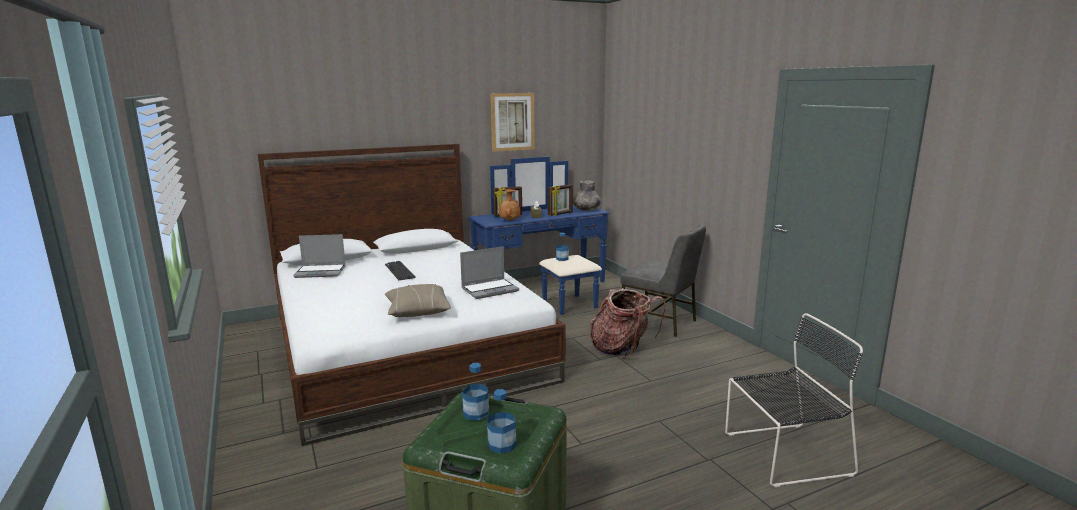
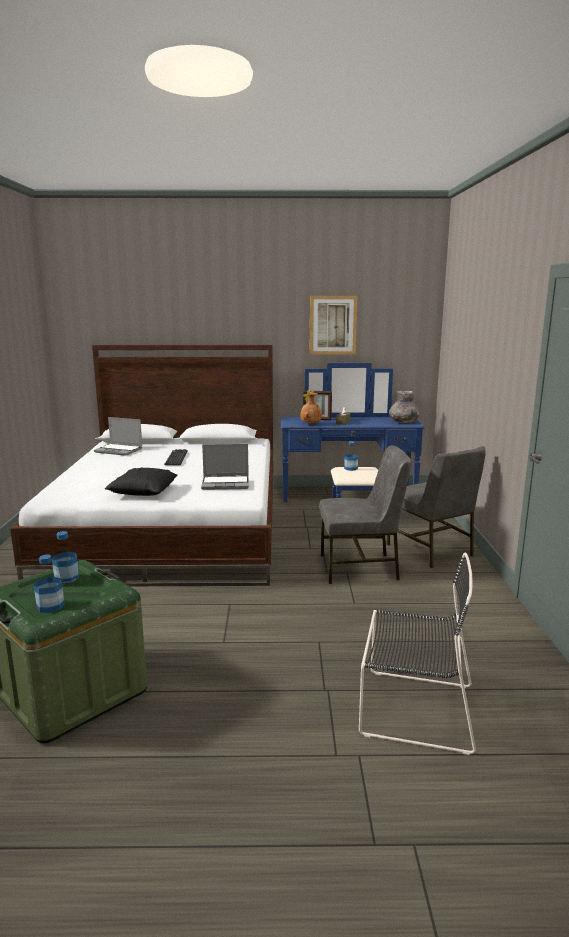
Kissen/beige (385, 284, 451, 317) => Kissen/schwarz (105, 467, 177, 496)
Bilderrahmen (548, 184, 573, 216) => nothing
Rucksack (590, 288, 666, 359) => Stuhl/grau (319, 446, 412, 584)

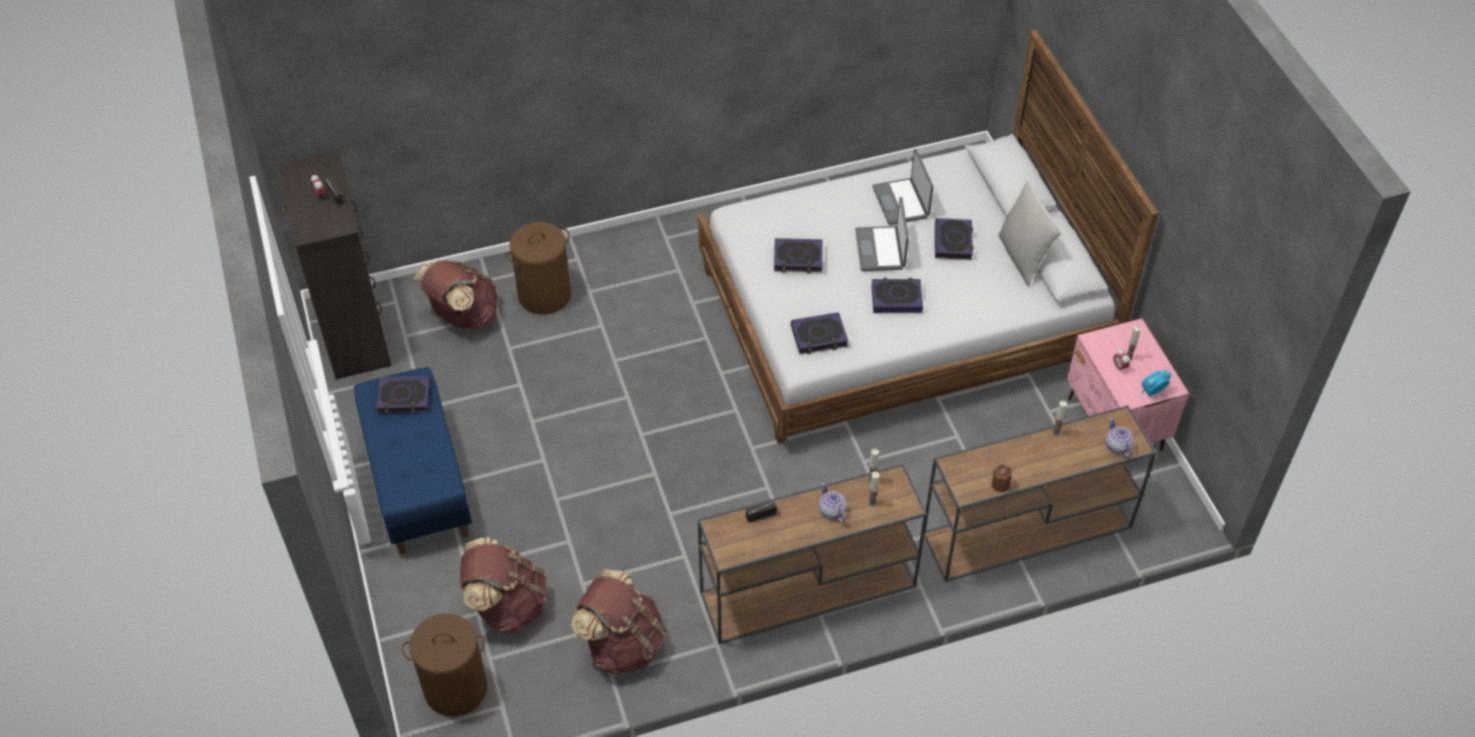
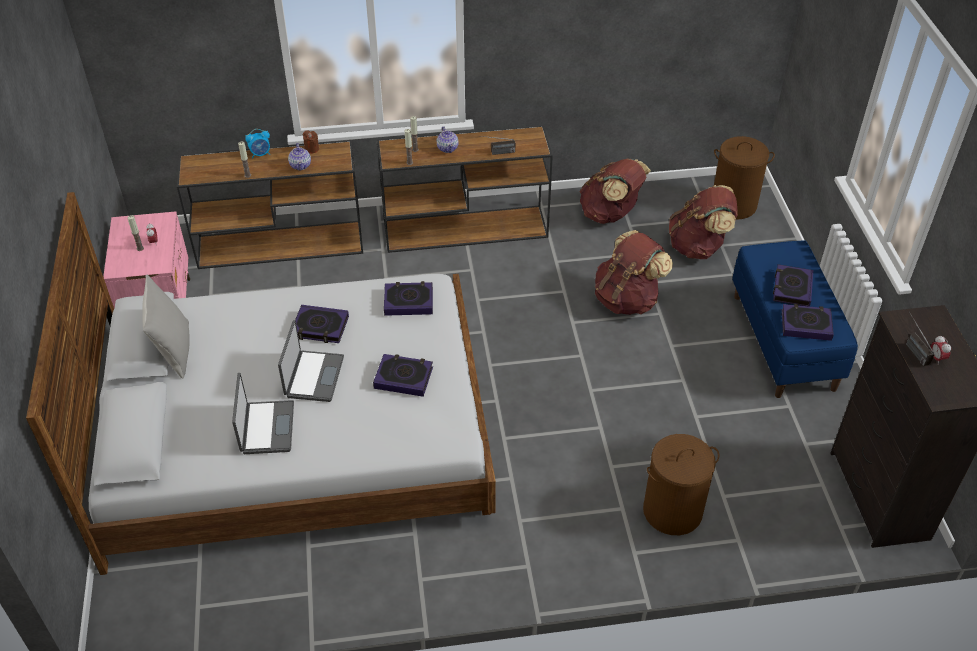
Rucksack/braun (413, 260, 497, 329) => Rucksack/braun (595, 230, 673, 315), shifted
Buch (935, 218, 973, 260) => Buch (773, 264, 813, 307), shifted
Teekanne (1106, 418, 1134, 458) => Teekanne (288, 143, 311, 171), shifted
Wecker (1142, 370, 1171, 396) => Wecker (245, 129, 270, 159), shifted

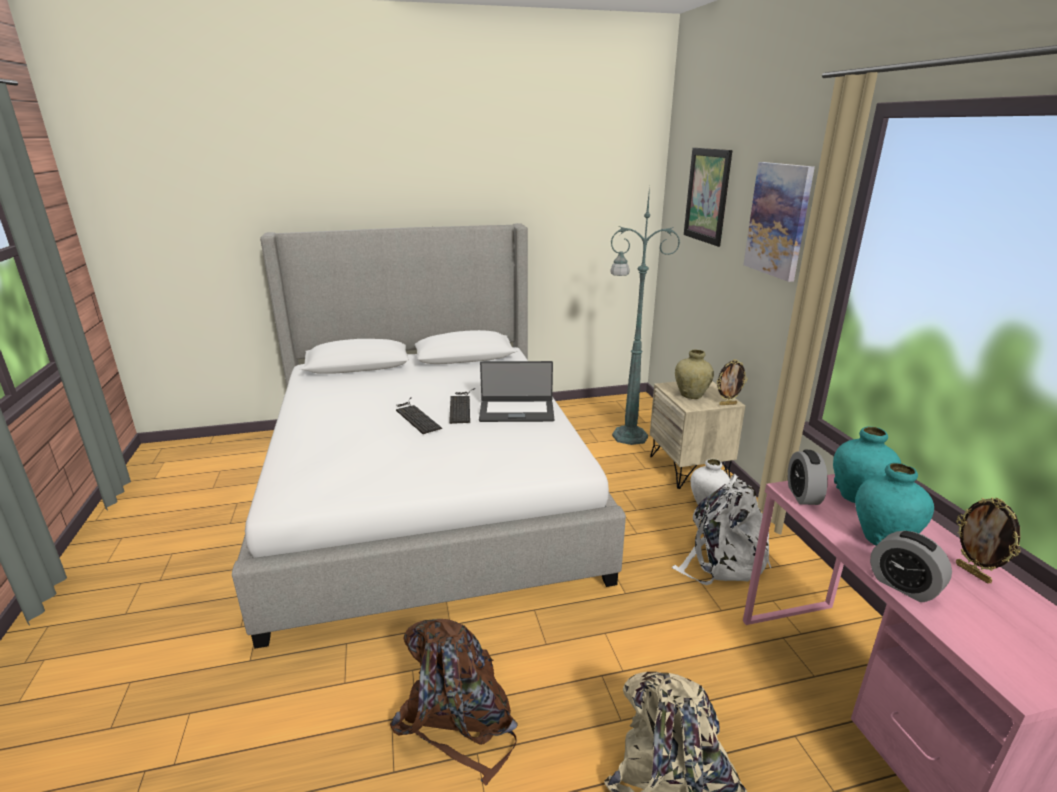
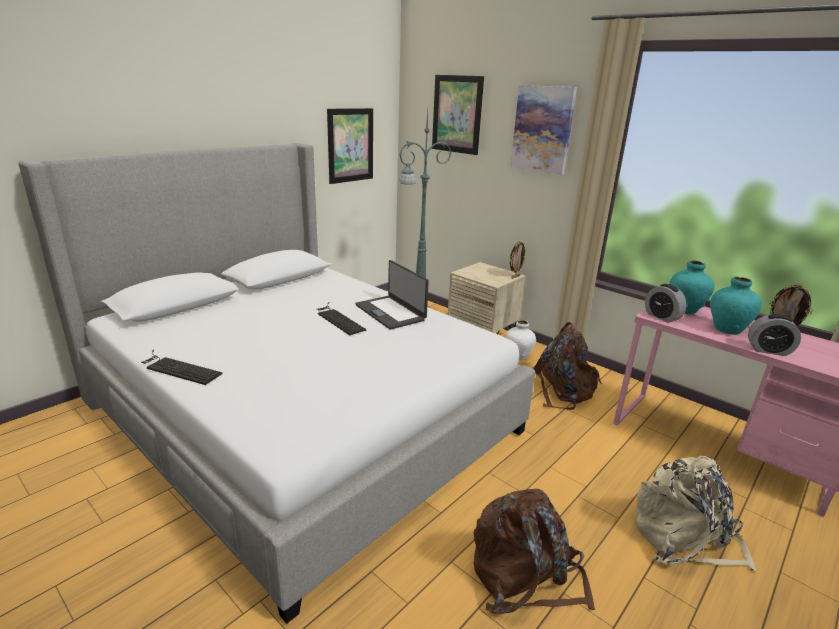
Tastatur (396, 397, 442, 434) => Tastatur (141, 350, 223, 385), shifted
Laptop (479, 361, 554, 422) => Laptop (355, 260, 429, 330), 90 degrees clockwise
Rucksack/weiß (672, 474, 771, 585) => Rucksack/braun (534, 322, 602, 410)
Vase/beige (675, 349, 714, 399) => nothing
nothing => Bild (327, 108, 373, 184)

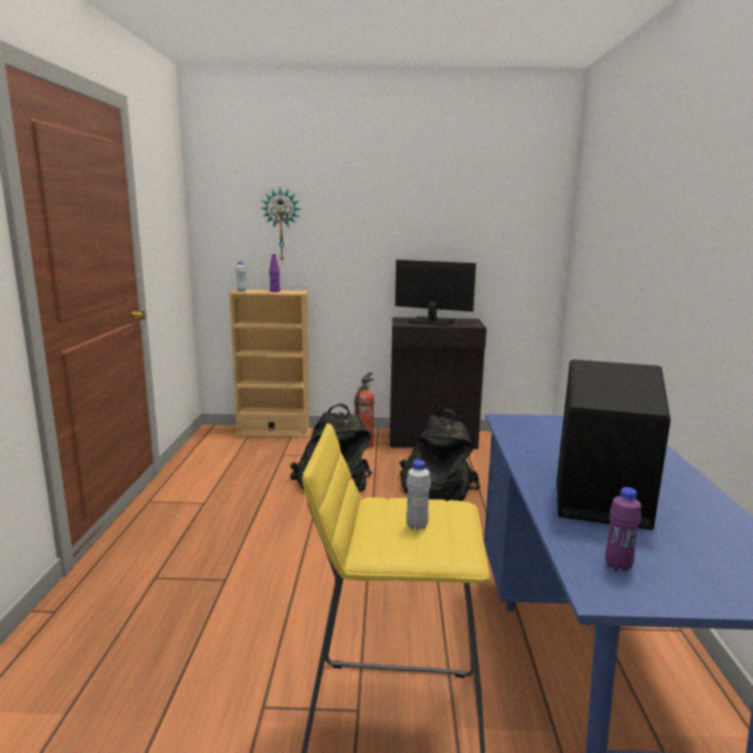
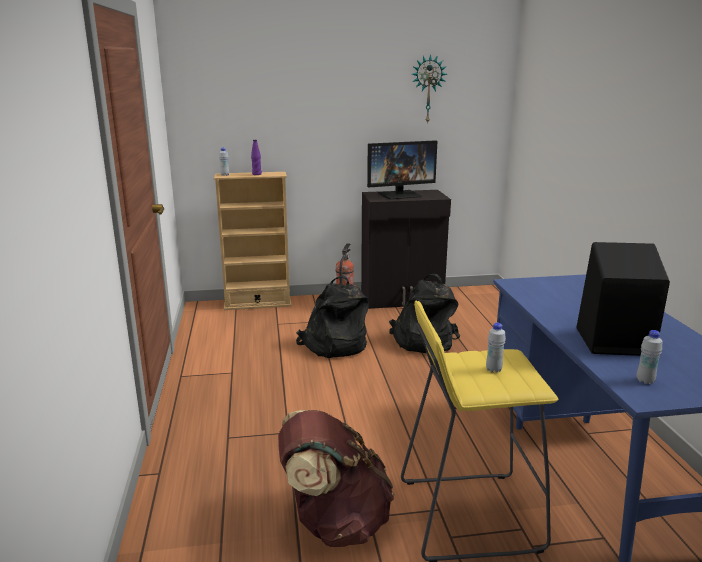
Wanduhr (260, 187, 300, 261) => Wanduhr (412, 54, 447, 124), shifted
Monitor (395, 260, 476, 326) => Monitor (367, 140, 437, 199), 150 degrees clockwise
Flasche/lila (605, 487, 641, 572) => Flasche/weiß (636, 330, 662, 384)
nothing => Rucksack/braun (278, 410, 394, 547)

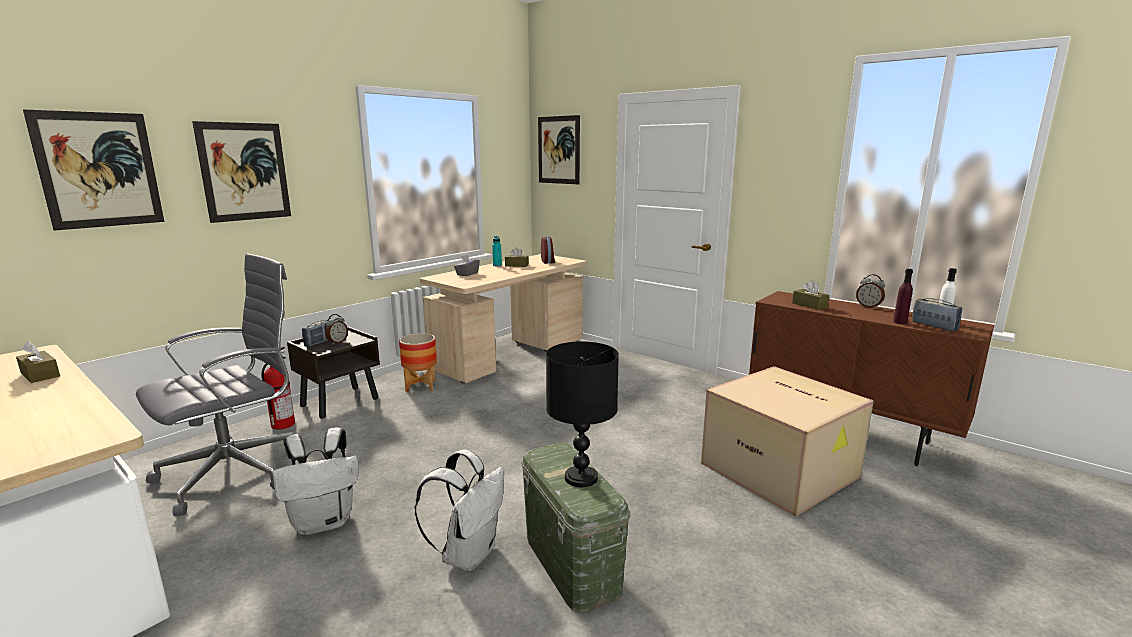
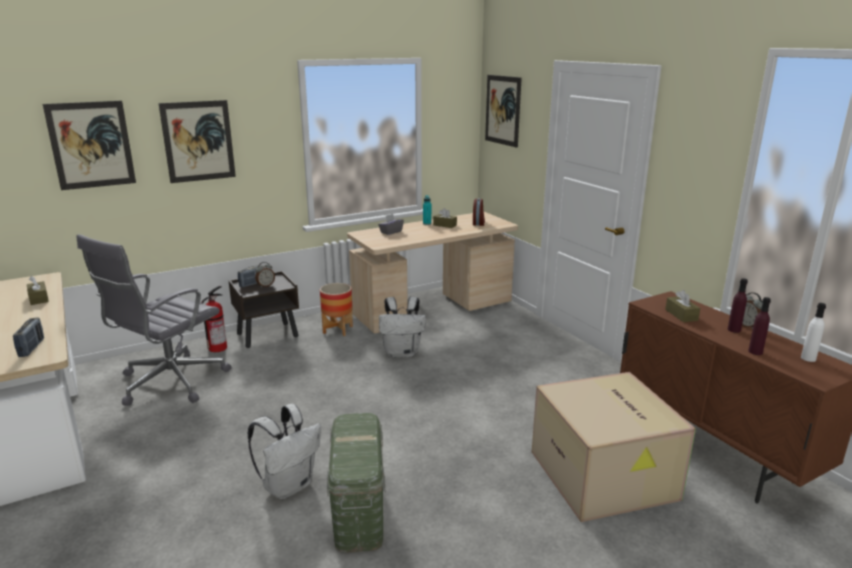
Bürostuhl/grau (136, 254, 293, 516) => Bürostuhl/grau (76, 234, 232, 406), 150 degrees clockwise
Rucksack/weiß (273, 428, 359, 535) => Rucksack/weiß (379, 297, 426, 358), shifted
Tischlampe/schwarz (546, 341, 619, 487) => nothing
Radio (912, 298, 963, 331) => Radio (13, 318, 44, 357), shifted
nothing => Flasche/lila (728, 278, 748, 333)

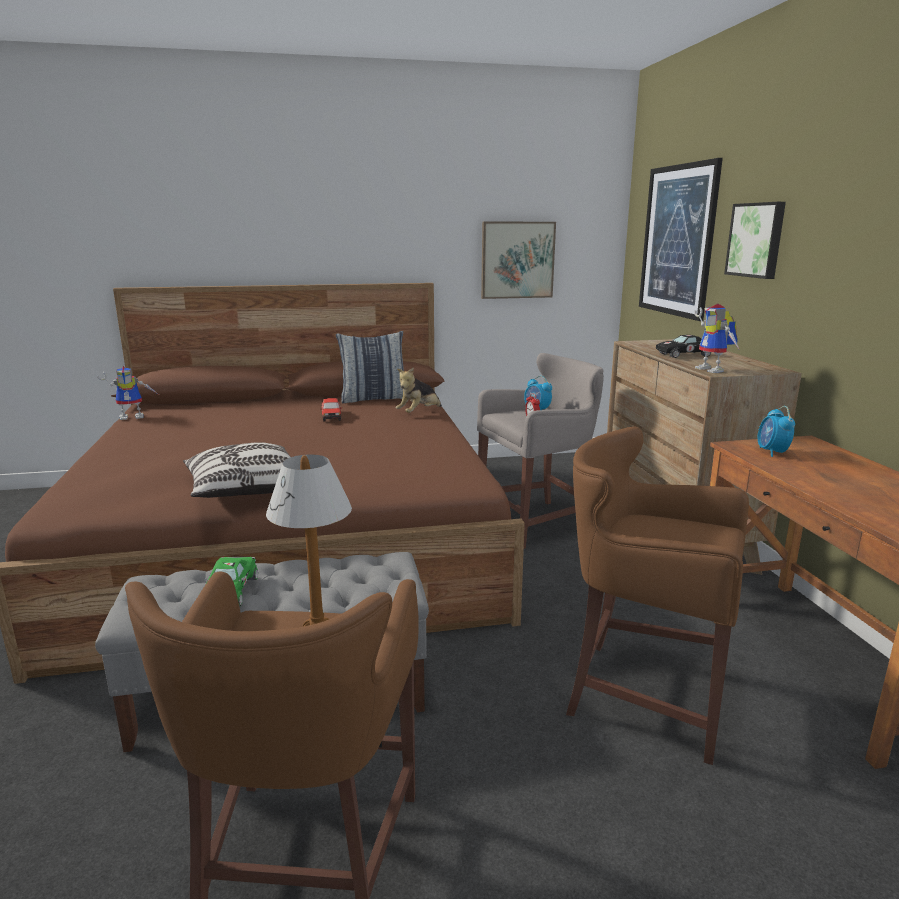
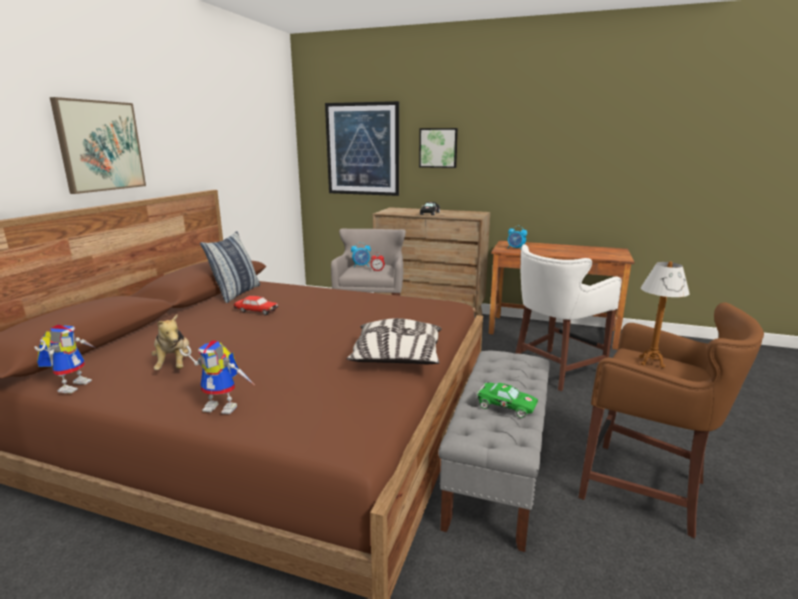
Plüschtier (396, 368, 442, 413) => Plüschtier (151, 314, 189, 370), shifted
Bild (481, 222, 556, 299) => Bild (50, 97, 146, 194), shifted
Hocker/braun (566, 426, 749, 765) => Hocker/weiß (515, 244, 621, 391)
Spielzeugroboter (694, 304, 739, 373) => Spielzeugroboter (180, 340, 253, 414), shifted

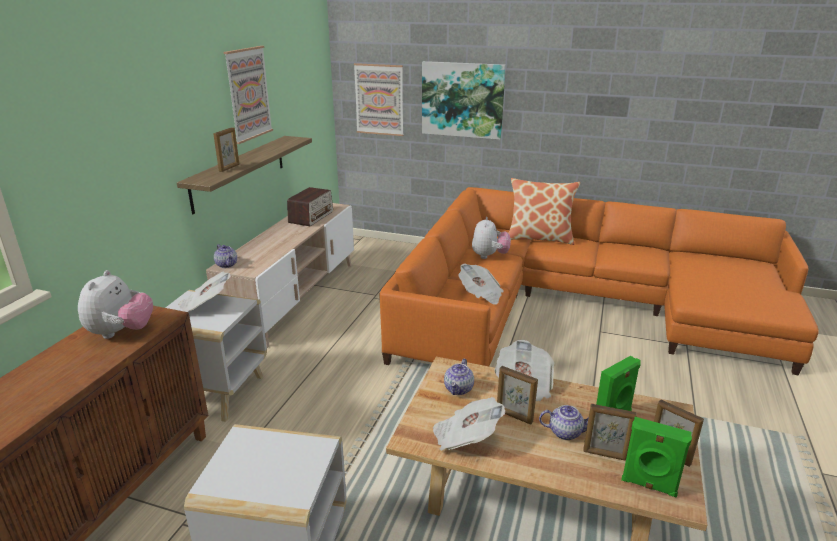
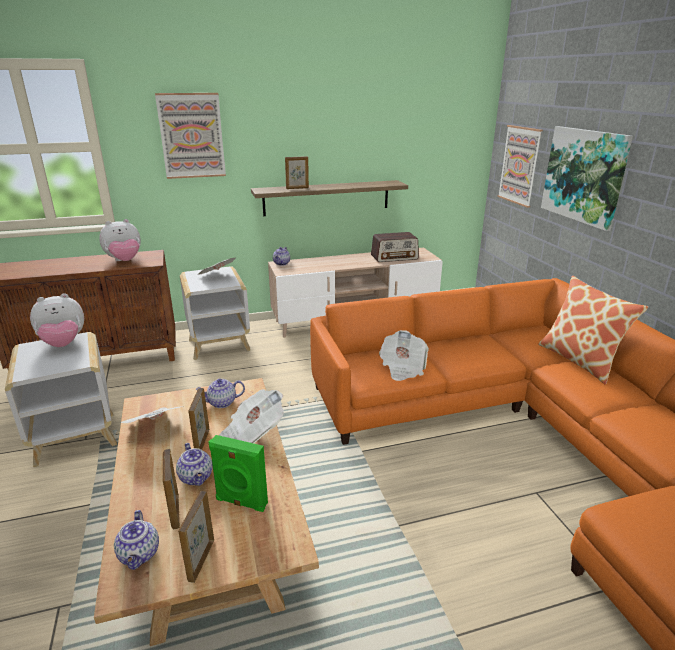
Bild (224, 46, 273, 144) => Bild (155, 93, 226, 179), shifted
Plüschtier (472, 217, 511, 259) => Plüschtier (30, 293, 84, 347), shifted
Lautsprecher/grün (621, 417, 692, 498) => Teekanne (114, 510, 159, 570)

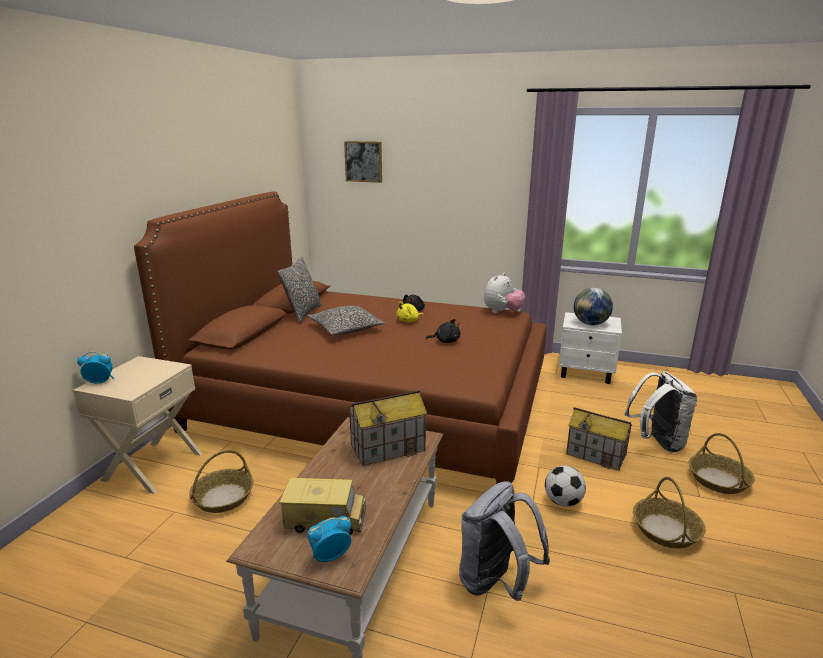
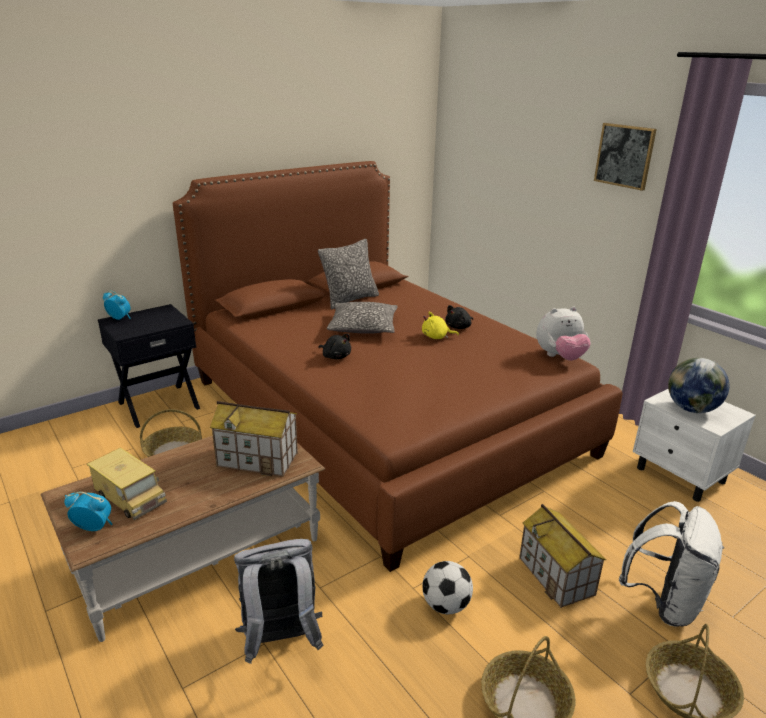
Nachttisch/beige (73, 356, 203, 494) => Nachttisch/schwarz (98, 304, 200, 428)
Bild (344, 141, 382, 183) => Bild (594, 123, 657, 191), shifted
Plüschtier/schwarz (426, 319, 460, 343) => Plüschtier/schwarz (318, 334, 351, 359), shifted

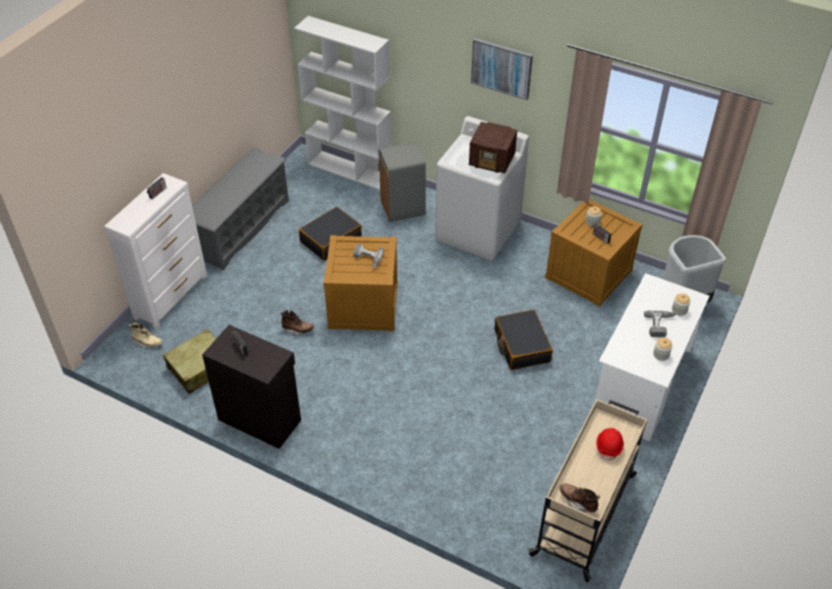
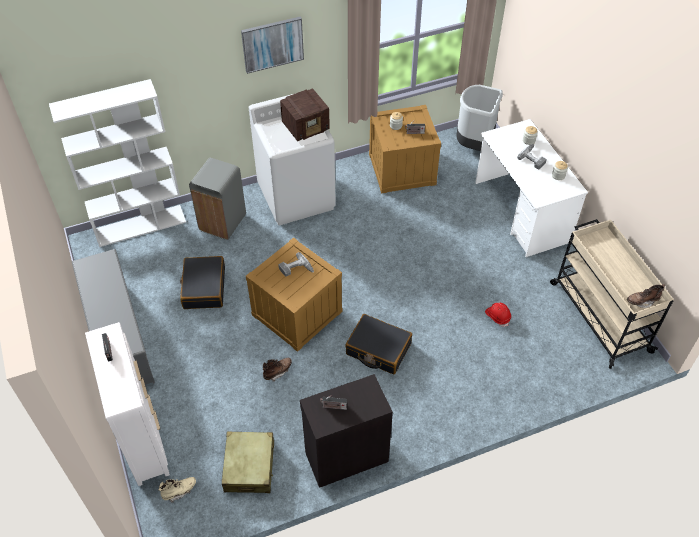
Koffer/schwarz (495, 310, 553, 370) => Koffer/schwarz (345, 314, 412, 375), shifted
Schutzhelm/rot (596, 428, 624, 462) => Schutzhelm/rot (485, 303, 511, 327), shifted

